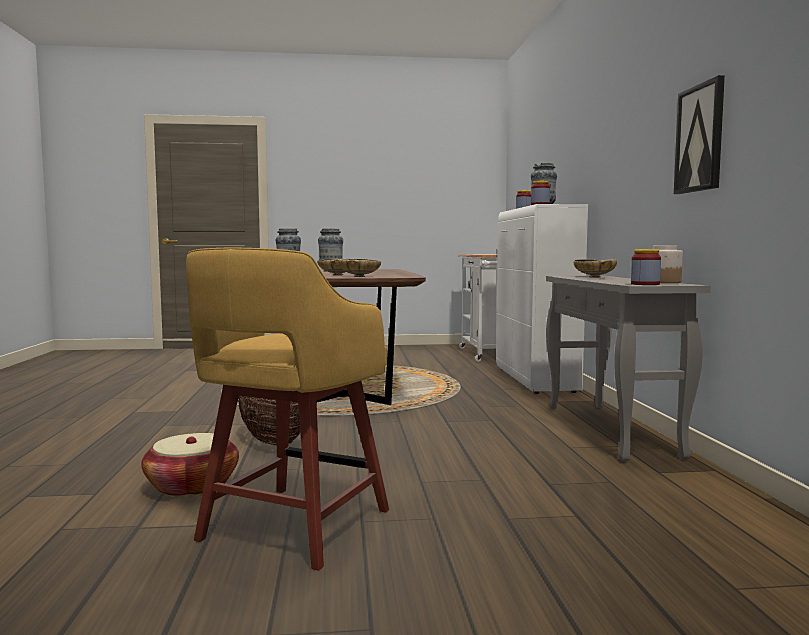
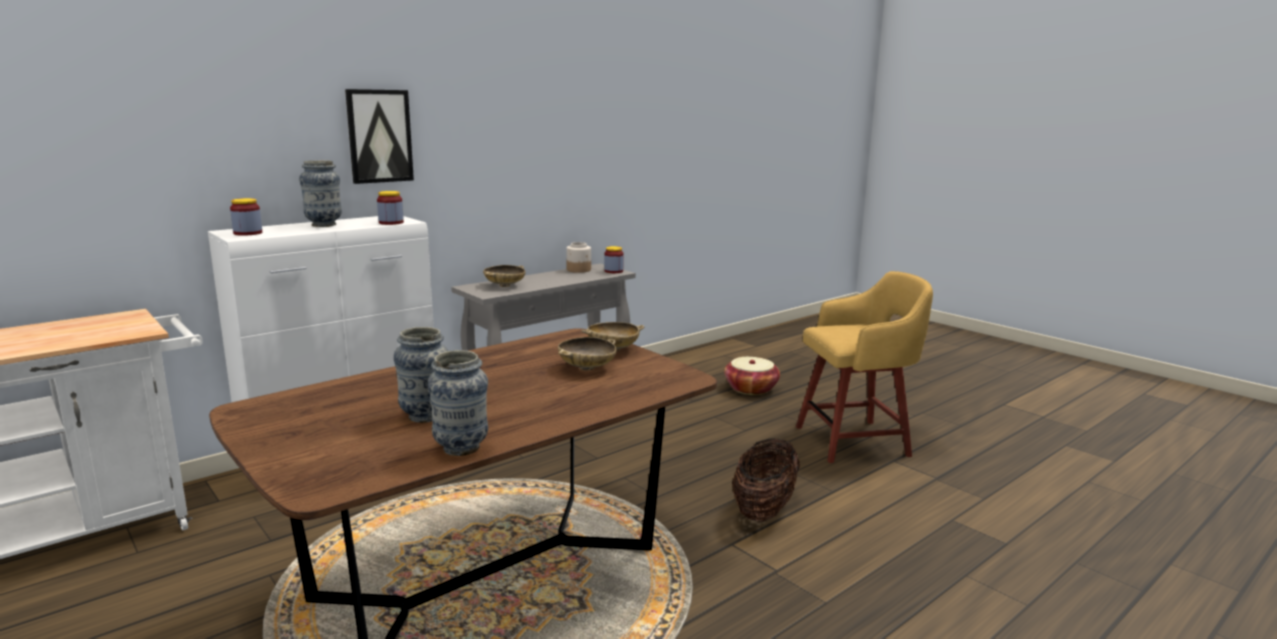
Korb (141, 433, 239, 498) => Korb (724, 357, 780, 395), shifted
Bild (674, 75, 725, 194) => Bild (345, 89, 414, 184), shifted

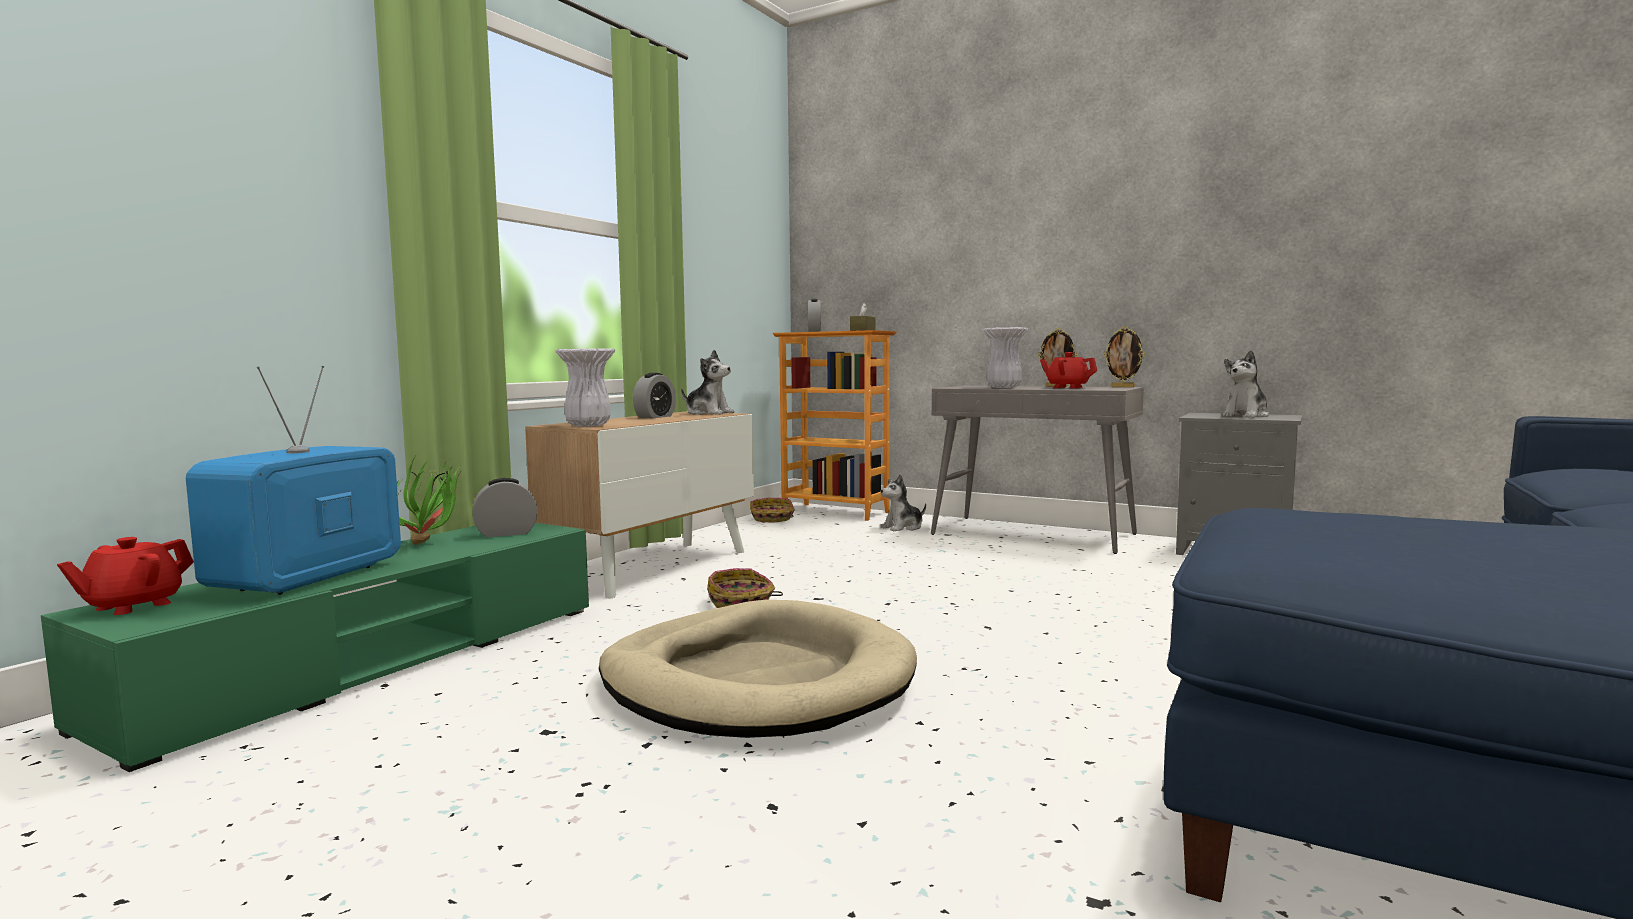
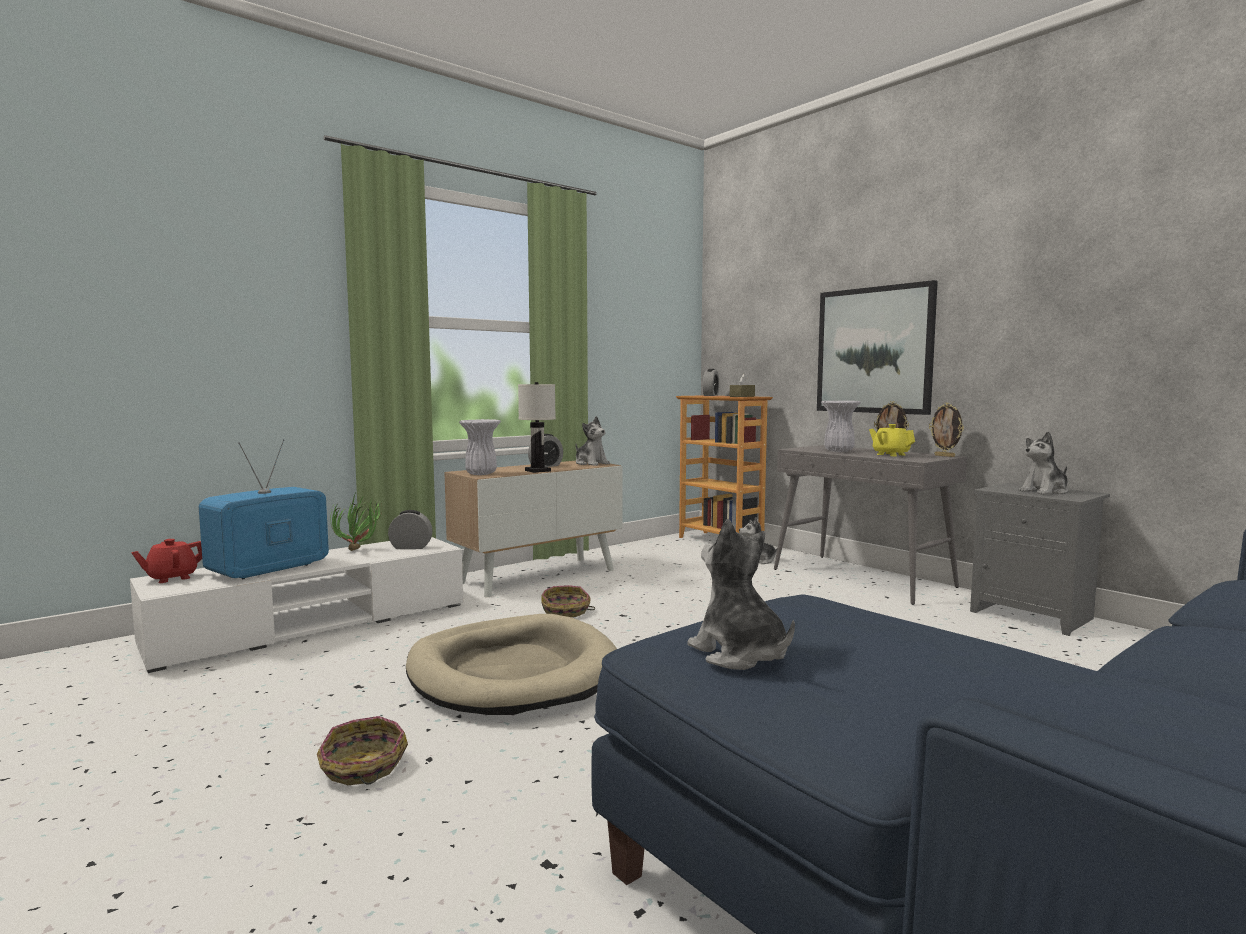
Fernsehschrank/grün (41, 523, 589, 772) => Fernsehschrank/weiß (130, 537, 463, 673)
Korb (750, 498, 795, 522) => Korb (317, 716, 408, 785), shifted
Teekanne/rot (1040, 352, 1097, 388) => Teekanne/gelb (869, 424, 915, 456)
nothing => Tischlampe/weiß (518, 382, 556, 473)
nothing => Plüschtier (687, 519, 795, 670)
nothing => Bild (817, 280, 938, 415)

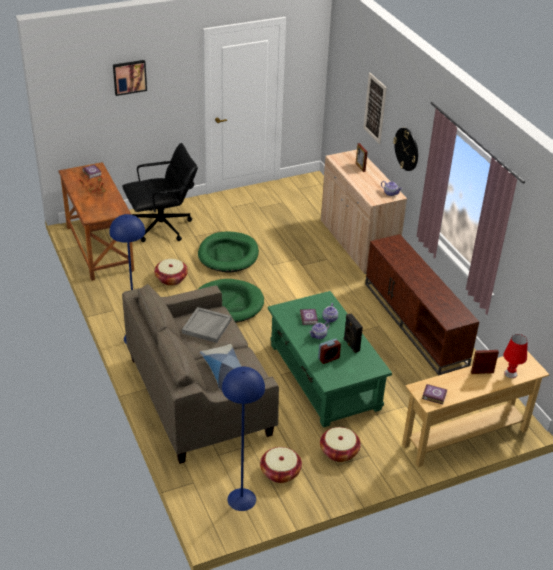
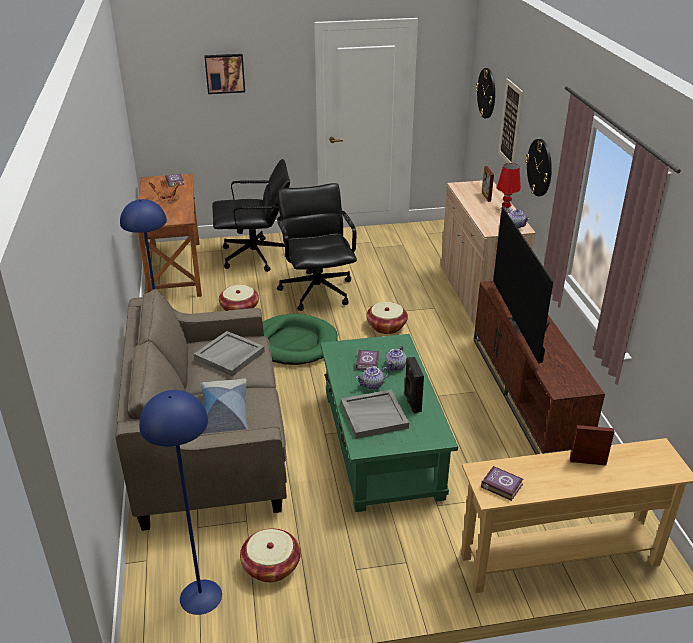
Hundebett/grün (198, 231, 259, 273) => Bürostuhl/schwarz (277, 183, 357, 311)
Wecker (318, 338, 341, 364) => Tablett/grau (341, 390, 409, 439)
Korb (320, 427, 361, 462) => Korb (366, 302, 408, 334), shifted
Tischlampe/rot (503, 334, 528, 378) => Tischlampe/rot (497, 163, 521, 213), shifted
nothing => Wanduhr (476, 68, 495, 118)
nothing => Fernseher (493, 207, 553, 364)

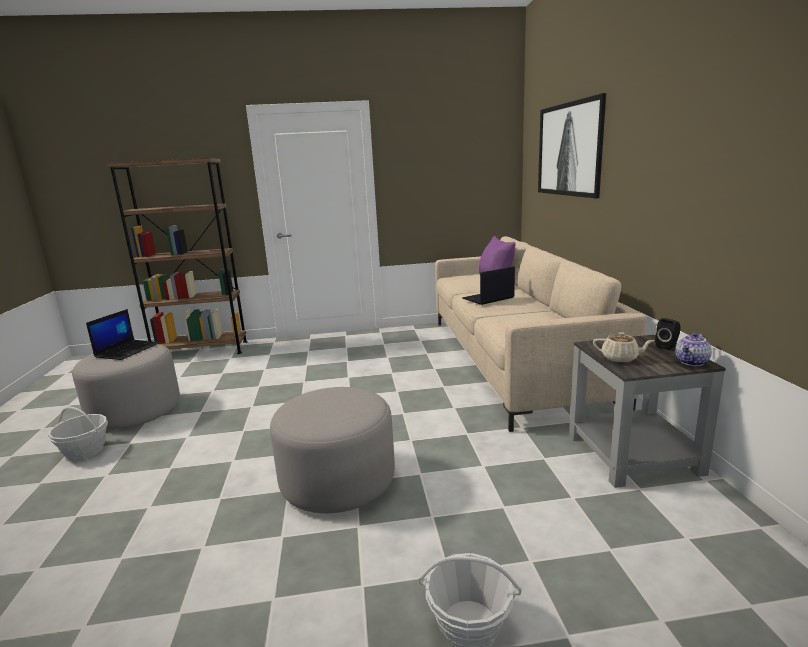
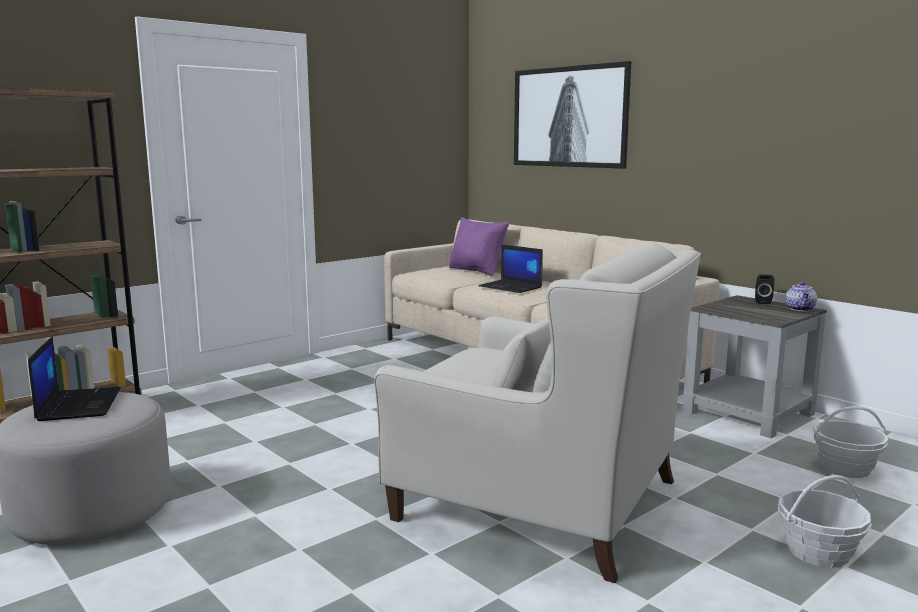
Korb (48, 407, 108, 461) => Korb (812, 406, 888, 478), shifted
Polsterhocker/grau (270, 387, 395, 513) => Sessel/weiß (374, 243, 701, 583)
Laptop (462, 266, 515, 305) => Laptop (479, 245, 543, 293), 75 degrees counterclockwise
Teekanne/beige (593, 332, 654, 363) => nothing

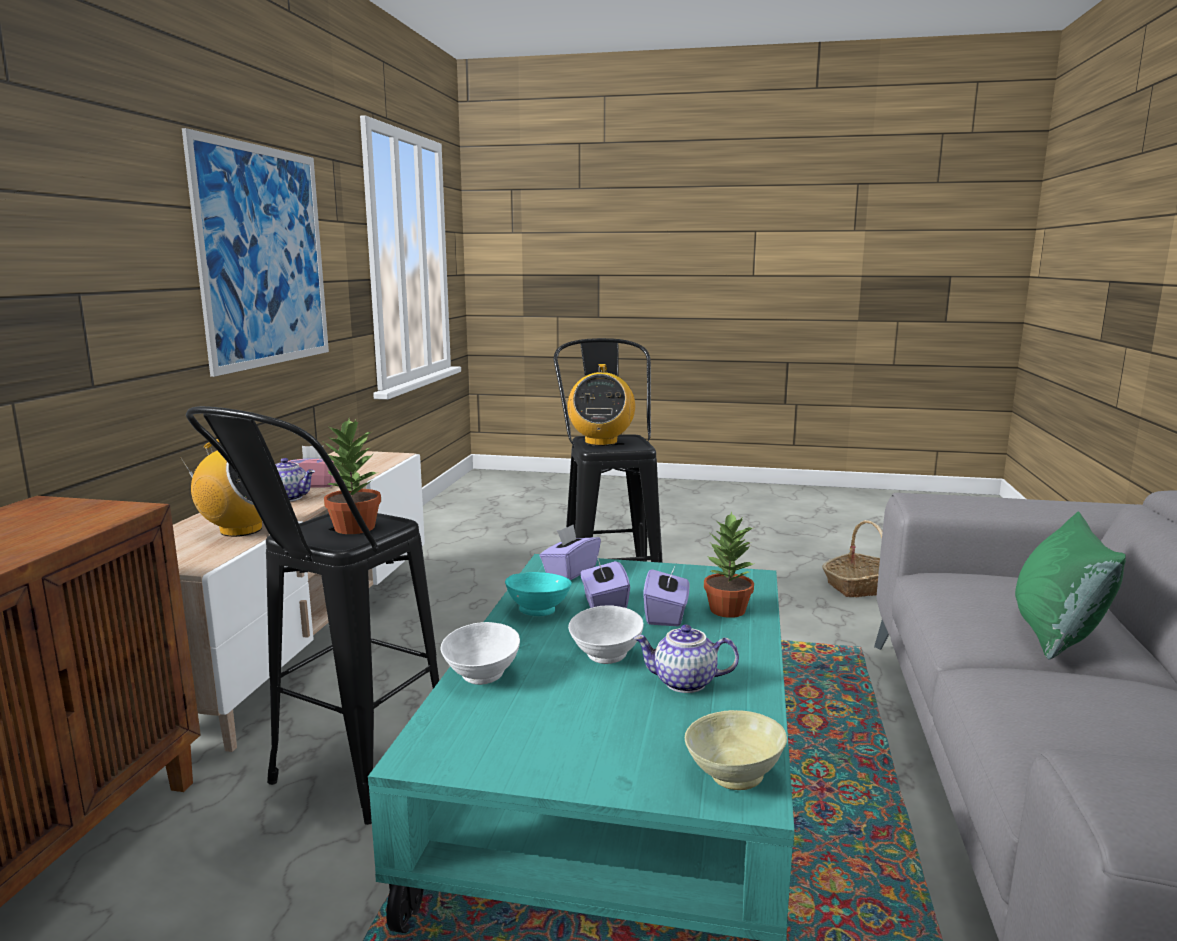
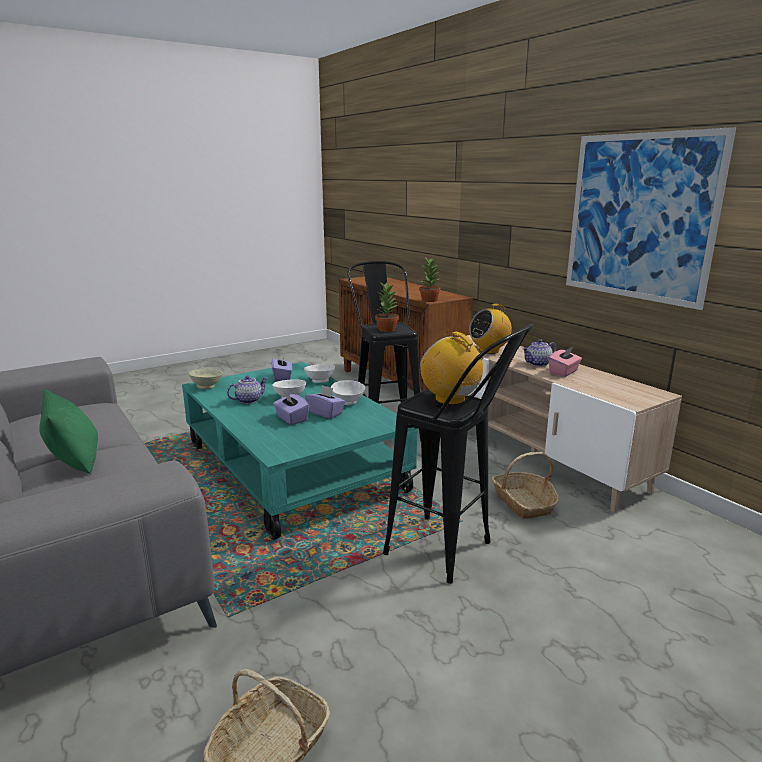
Schüssel/türkis (505, 572, 572, 616) => Schüssel/weiß (331, 380, 365, 405)
Taschentuchbox/lila (540, 525, 601, 580) => Taschentuchbox/lila (271, 357, 292, 382), shifted
Topfpflanze (704, 512, 755, 618) => Topfpflanze (419, 258, 440, 302), shifted
nothing => Korb (492, 452, 559, 519)

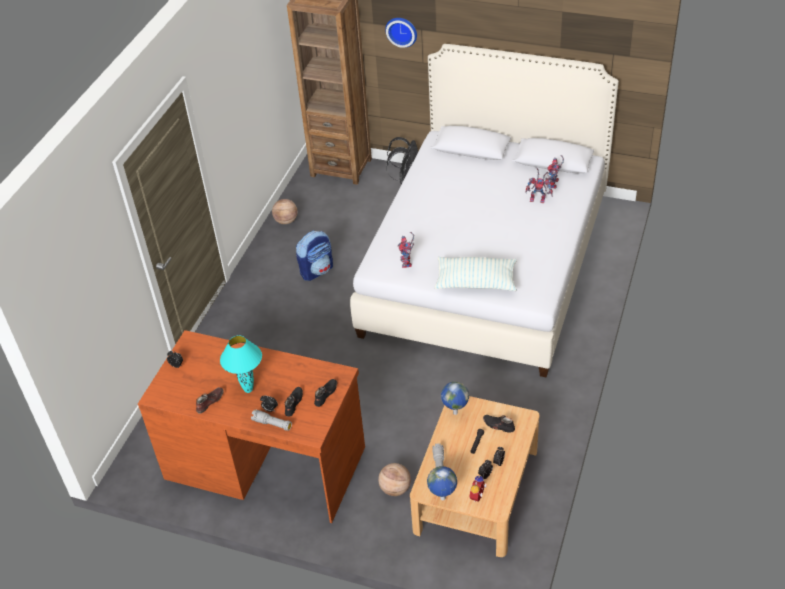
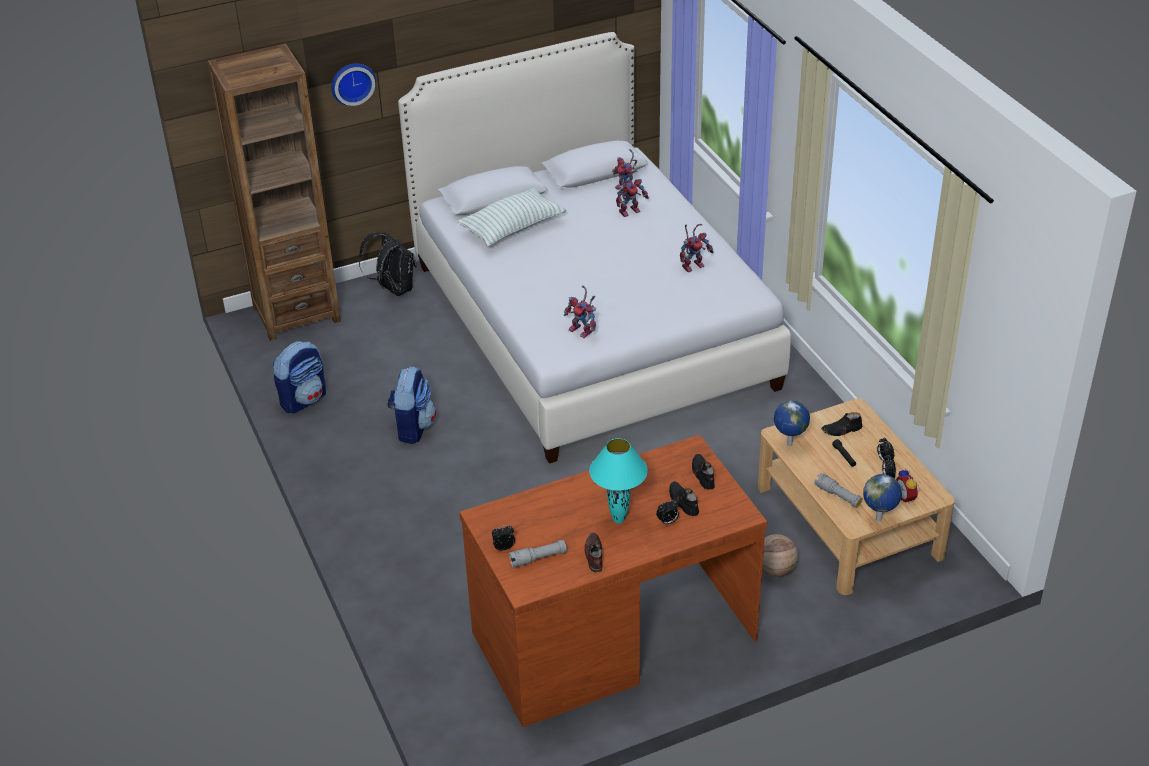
Taschenlampe/grau (251, 410, 292, 431) => Taschenlampe/grau (509, 540, 567, 567), shifted
Basketball (272, 199, 298, 224) => Rucksack (273, 341, 326, 413)
Kissen (434, 257, 517, 291) => Kissen (458, 187, 566, 246), shifted
nothing => Spielzeugroboter (680, 224, 714, 272)

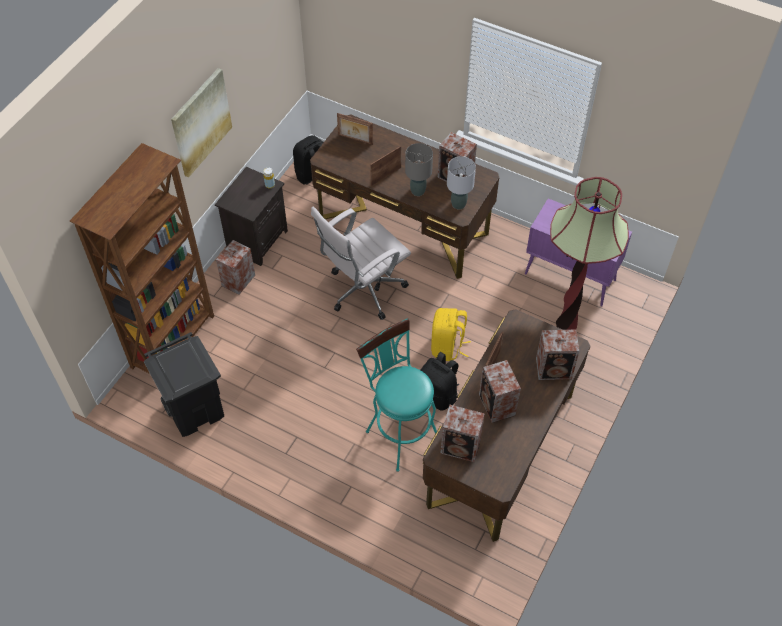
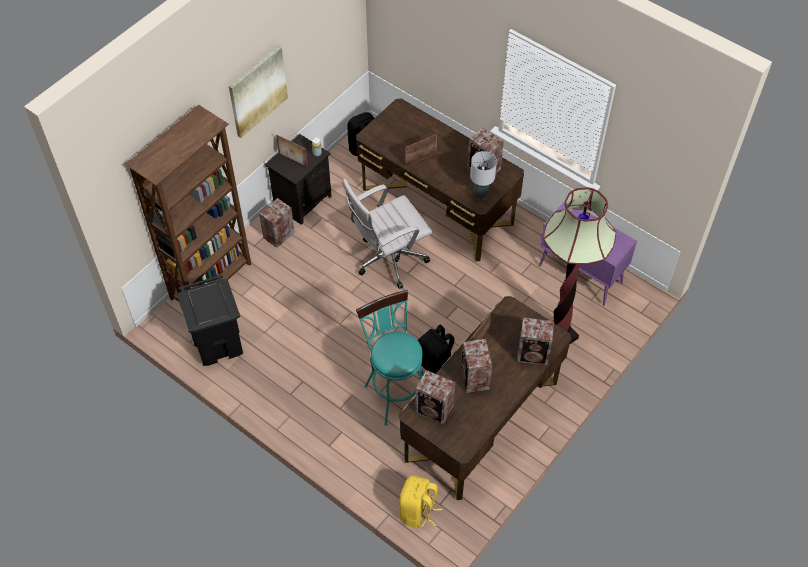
Bilderrahmen (337, 113, 373, 145) => Bilderrahmen (276, 134, 308, 167), shifted
Tischlampe/grau (405, 143, 433, 196) => nothing
Rucksack/gelb (431, 308, 471, 361) => Rucksack/gelb (399, 475, 442, 528), shifted

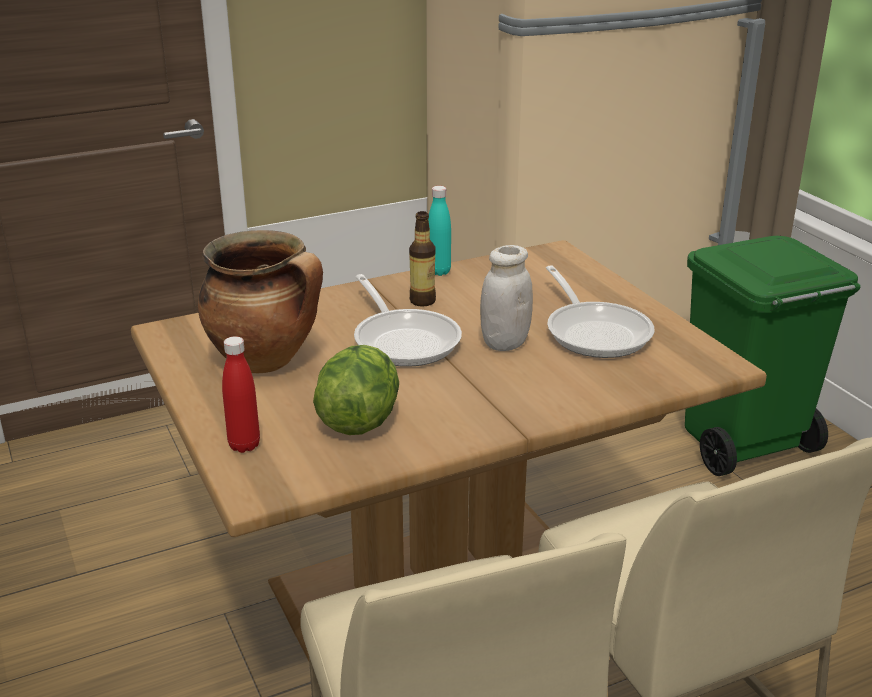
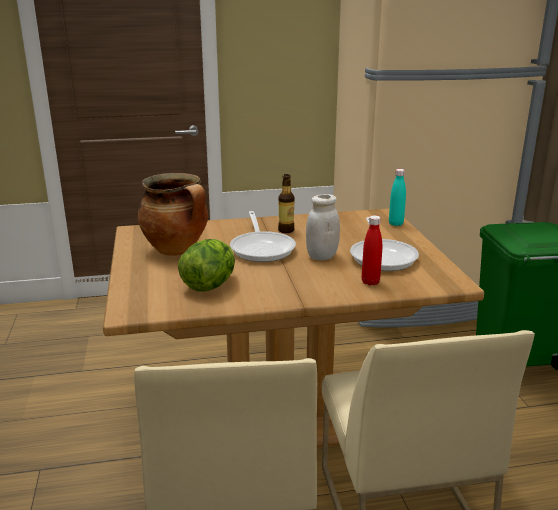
Flasche/rot (222, 336, 260, 453) => Flasche/rot (362, 215, 382, 285), shifted
Flasche/türkis (428, 186, 451, 276) => Flasche/türkis (389, 169, 406, 226), shifted

